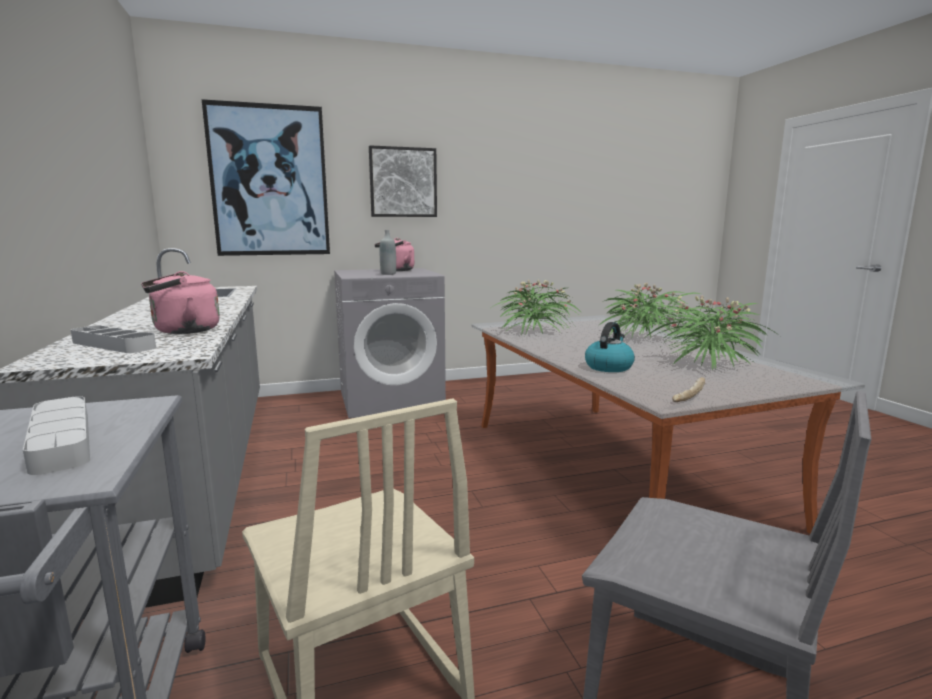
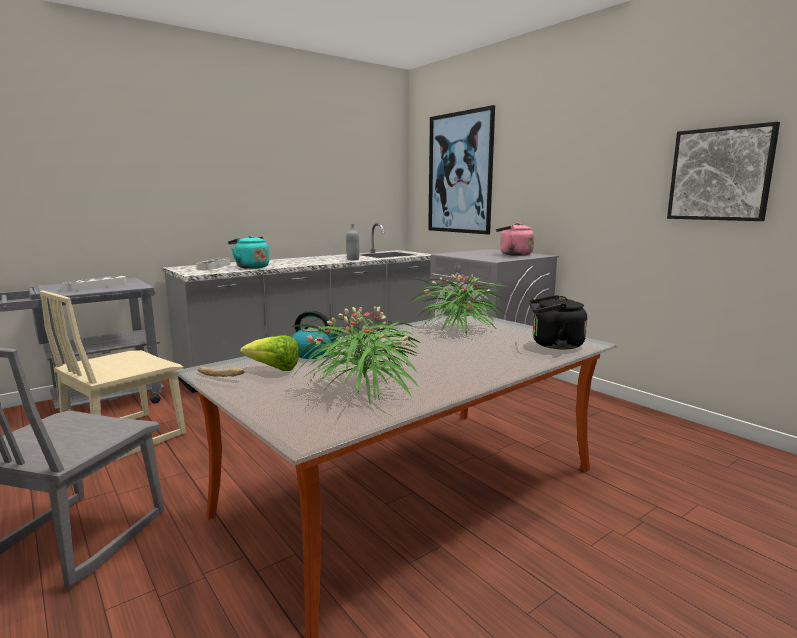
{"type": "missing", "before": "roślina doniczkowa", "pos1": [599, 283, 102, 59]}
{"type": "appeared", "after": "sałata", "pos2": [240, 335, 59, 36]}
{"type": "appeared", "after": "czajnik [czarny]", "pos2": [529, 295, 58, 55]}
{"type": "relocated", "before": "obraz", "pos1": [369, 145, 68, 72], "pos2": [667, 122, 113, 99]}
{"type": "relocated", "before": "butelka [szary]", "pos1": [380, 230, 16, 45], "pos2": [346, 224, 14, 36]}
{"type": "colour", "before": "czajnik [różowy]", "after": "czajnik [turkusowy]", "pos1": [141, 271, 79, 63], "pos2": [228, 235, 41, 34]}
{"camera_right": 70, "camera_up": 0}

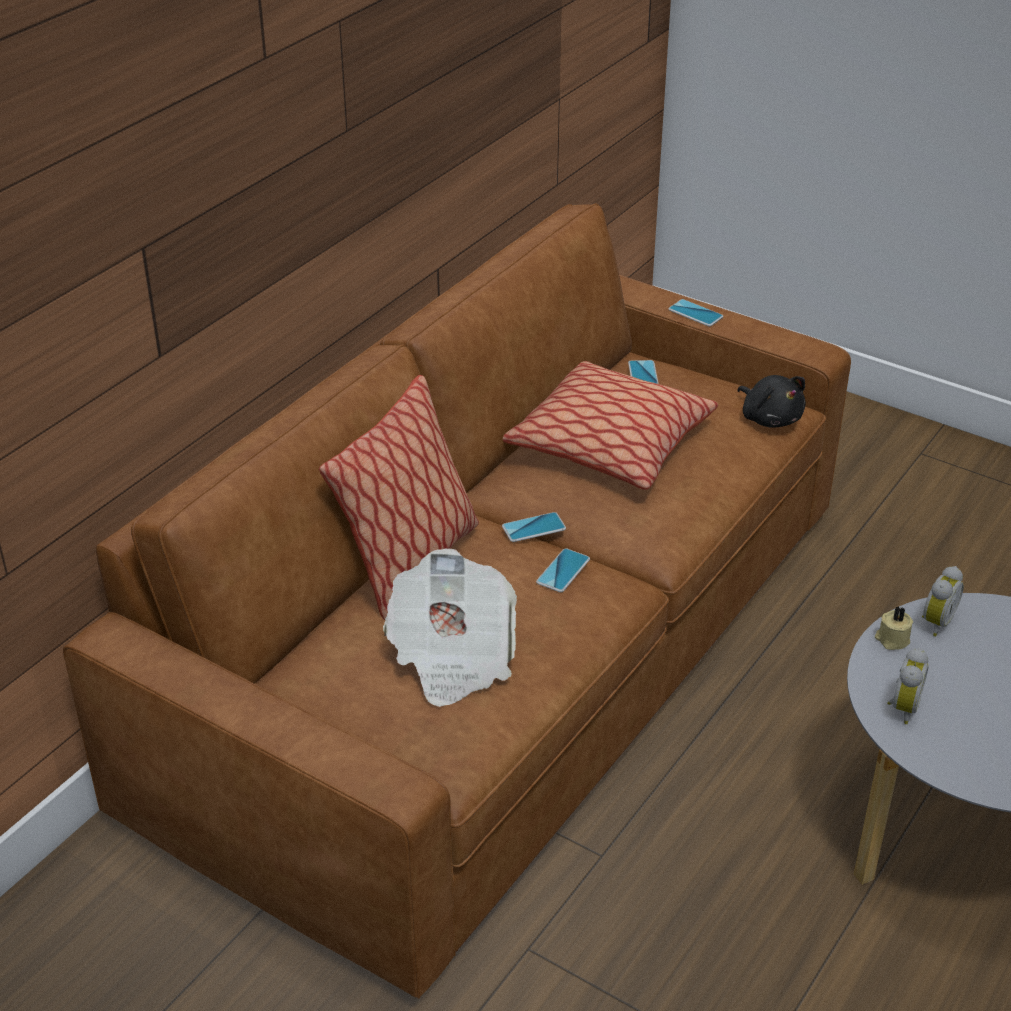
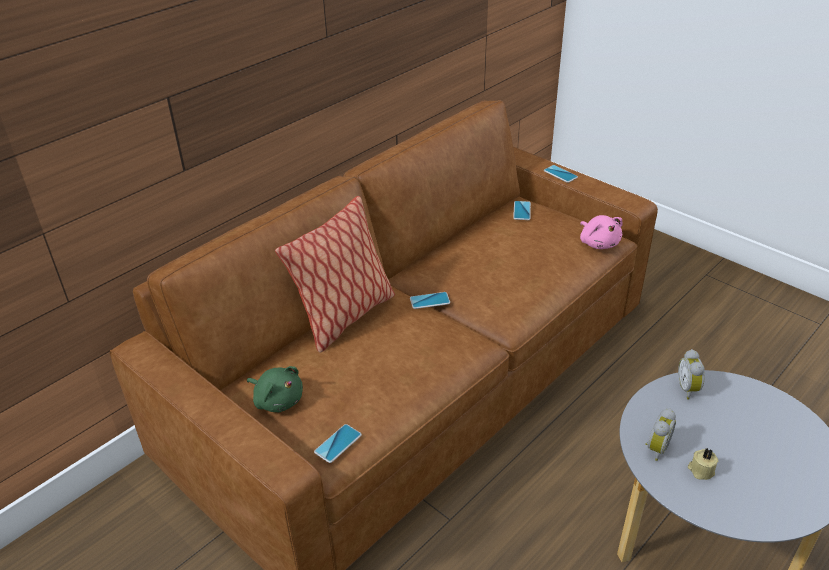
{"type": "missing", "before": "gazeta", "pos1": [383, 549, 134, 158]}
{"type": "missing", "before": "poduszka", "pos1": [503, 361, 215, 129]}
{"type": "appeared", "after": "pluszak [zielony]", "pos2": [247, 366, 56, 46]}
{"type": "relocated", "before": "telefon", "pos1": [536, 548, 54, 44], "pos2": [314, 424, 48, 39]}
{"type": "relocated", "before": "świeca [beżowy]", "pos1": [875, 607, 38, 43], "pos2": [688, 448, 30, 32]}
{"type": "colour", "before": "pluszak [czarny]", "after": "pluszak [różowy]", "pos1": [737, 375, 69, 53], "pos2": [580, 215, 43, 34]}
{"type": "spun", "before": "budzik", "pos1": [922, 566, 42, 70], "pos2": [678, 349, 27, 50], "turn": 135}
{"camera_right": 10, "camera_up": 0}

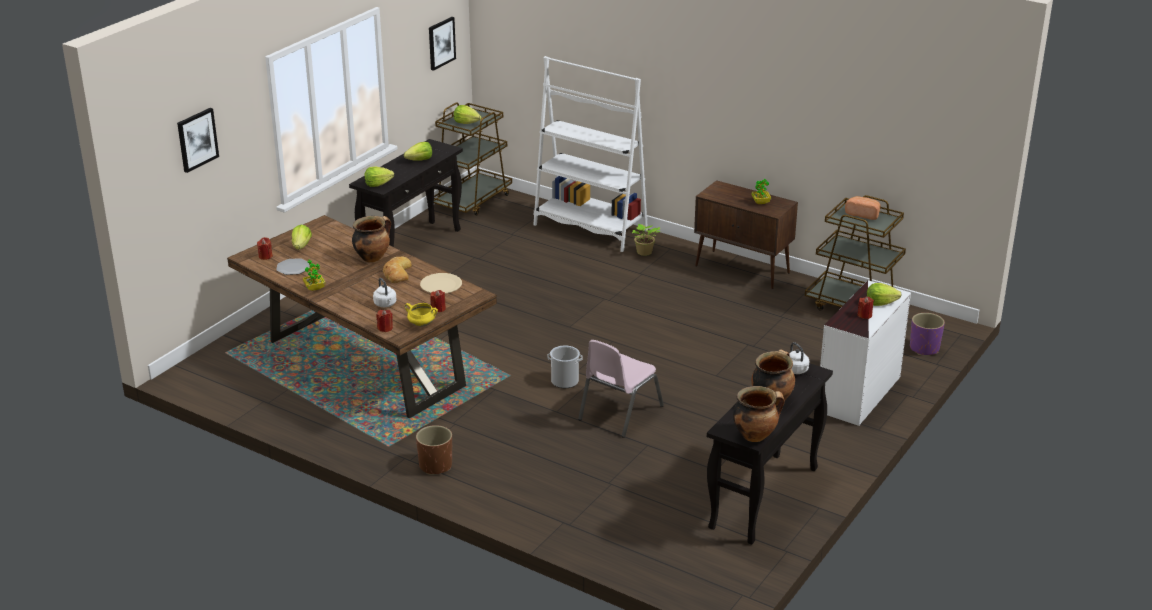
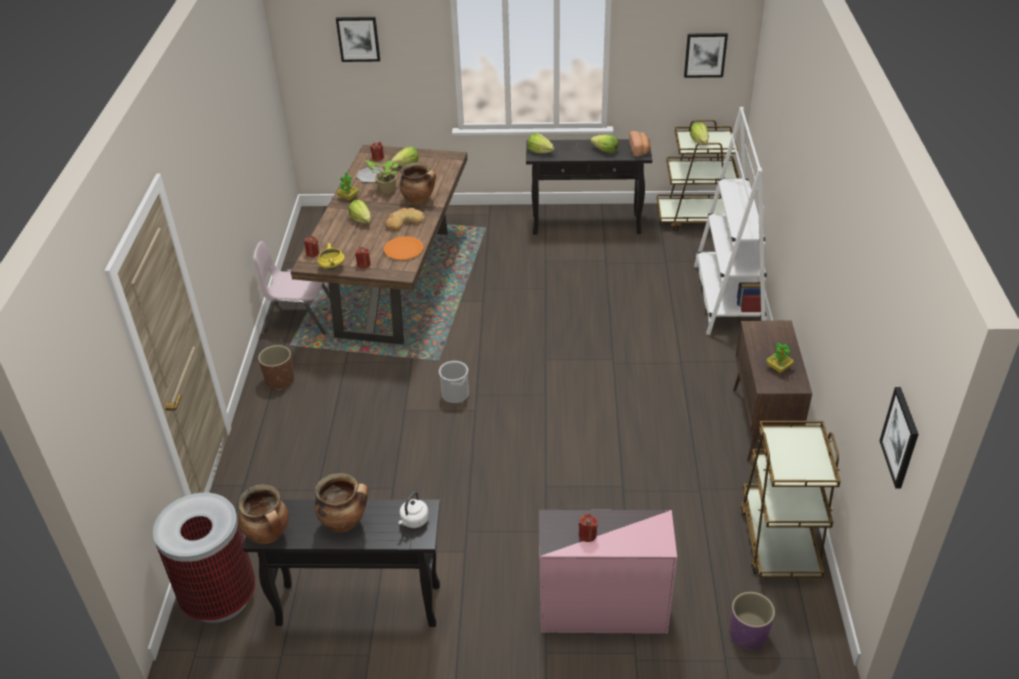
{"type": "missing", "before": "czajnik [biały]", "pos1": [373, 278, 23, 29]}
{"type": "appeared", "after": "kosz na śmieci", "pos2": [153, 493, 103, 130]}
{"type": "appeared", "after": "obraz", "pos2": [880, 387, 38, 101]}
{"type": "relocated", "before": "krzesło [różowy]", "pos1": [578, 340, 86, 98], "pos2": [253, 241, 77, 94]}
{"type": "relocated", "before": "roślina doniczkowa", "pos1": [632, 224, 28, 32], "pos2": [365, 160, 33, 34]}
{"type": "relocated", "before": "chleb", "pos1": [845, 196, 35, 24], "pos2": [629, 131, 21, 26]}
{"type": "relocated", "before": "sałata", "pos1": [867, 283, 34, 23], "pos2": [348, 199, 23, 24]}
{"type": "colour", "before": "talerz [beżowy]", "after": "talerz [pomarańczowy]", "pos1": [420, 273, 42, 21], "pos2": [384, 236, 39, 24]}
{"type": "colour", "before": "komoda [biały]", "after": "komoda [różowy]", "pos1": [820, 280, 91, 146], "pos2": [540, 510, 137, 124]}
{"camera_right": 60, "camera_up": 10}

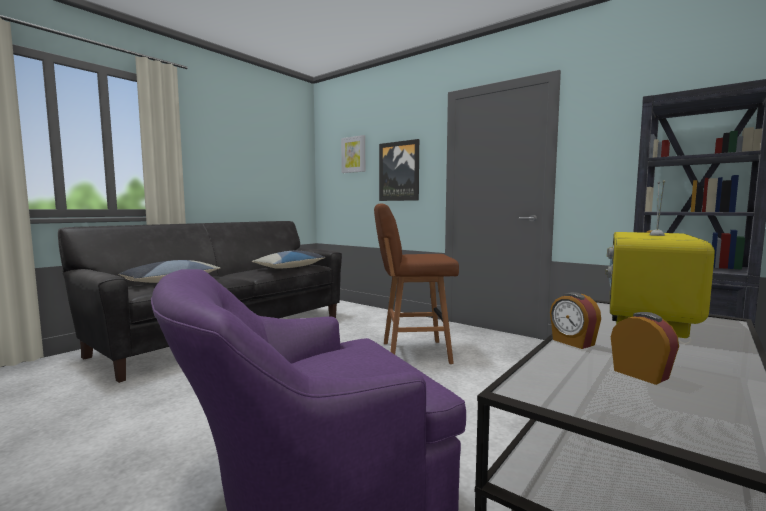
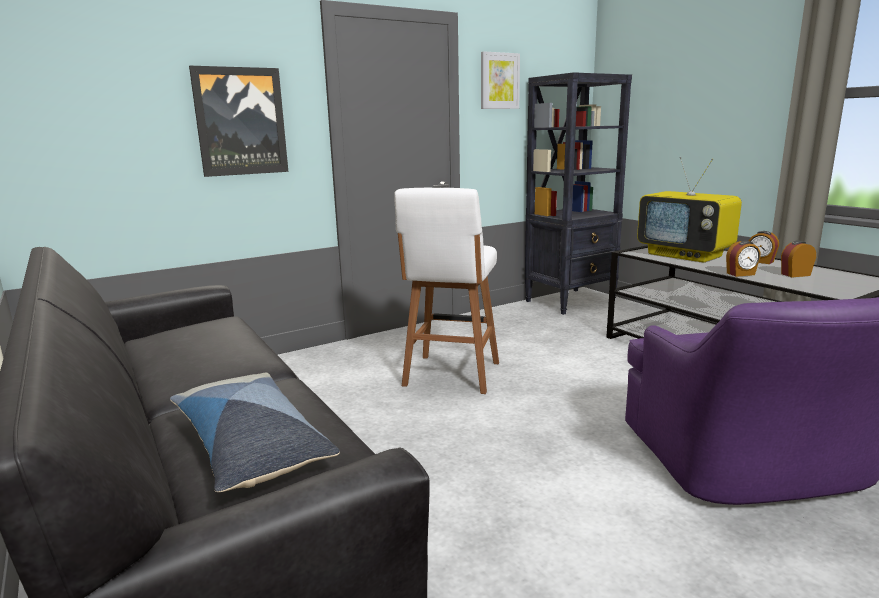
{"type": "missing", "before": "poduszka", "pos1": [252, 251, 73, 18]}
{"type": "appeared", "after": "budzik", "pos2": [749, 231, 30, 33]}
{"type": "relocated", "before": "obraz", "pos1": [341, 135, 24, 38], "pos2": [481, 51, 39, 58]}
{"type": "colour", "before": "stołek [brązowy]", "after": "stołek [biały]", "pos1": [374, 203, 85, 161], "pos2": [394, 188, 105, 206]}
{"camera_right": -70, "camera_up": 10}

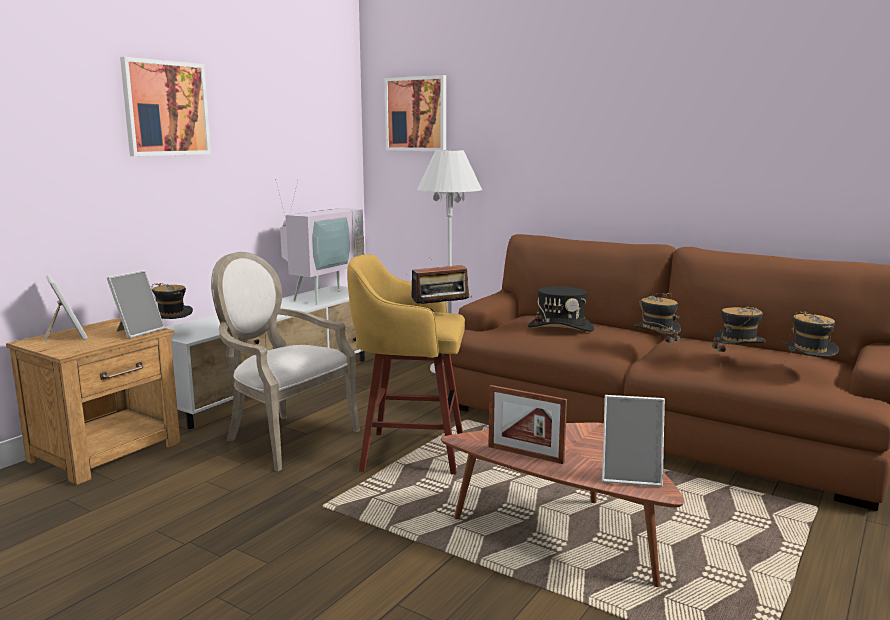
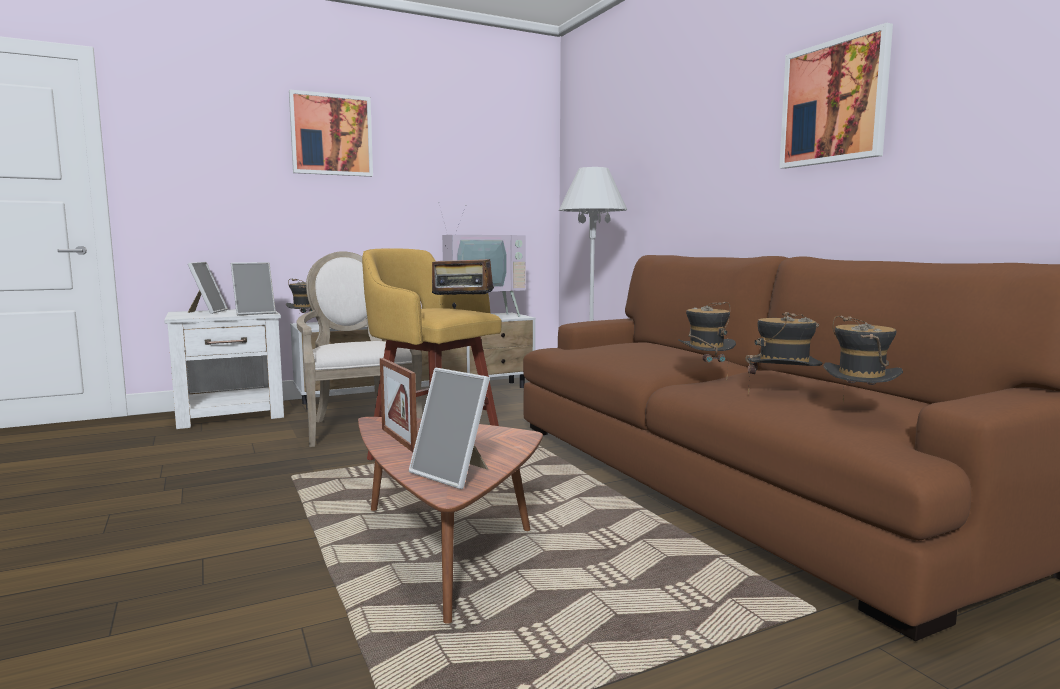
{"type": "missing", "before": "kapelusz [czarny]", "pos1": [528, 286, 66, 46]}
{"type": "relocated", "before": "obraz", "pos1": [384, 75, 62, 76], "pos2": [779, 23, 114, 146]}
{"type": "colour", "before": "szafka nocna [brązowy]", "after": "szafka nocna [biały]", "pos1": [6, 318, 174, 167], "pos2": [164, 309, 120, 120]}
{"camera_right": 30, "camera_up": -5}

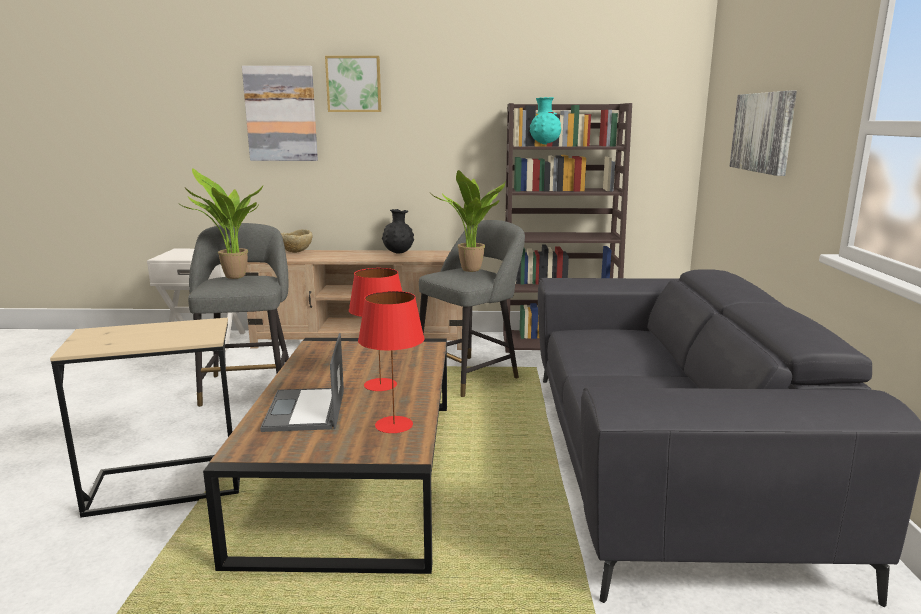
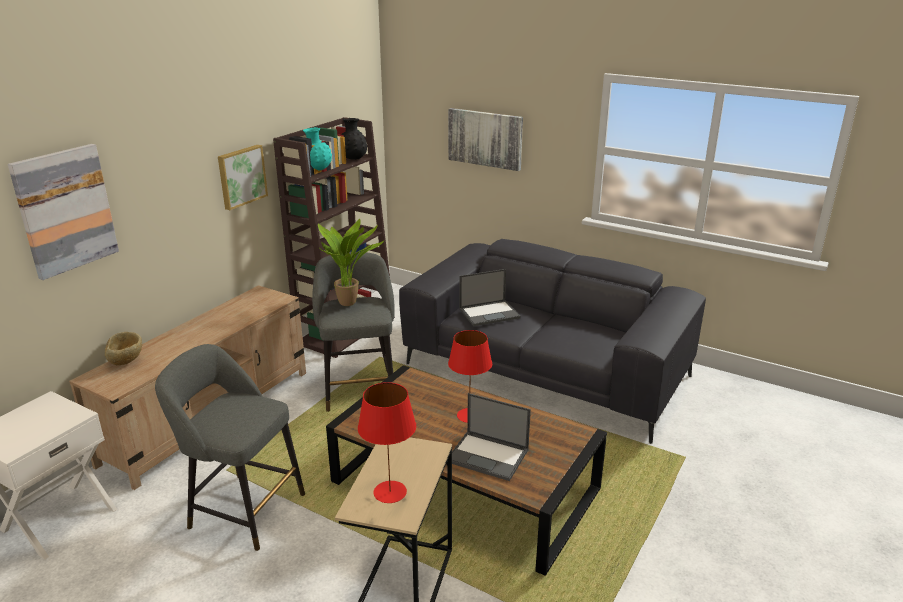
{"type": "missing", "before": "roślina doniczkowa", "pos1": [177, 168, 86, 111]}
{"type": "appeared", "after": "laptop", "pos2": [459, 269, 62, 57]}
{"type": "relocated", "before": "obraz", "pos1": [325, 56, 56, 56], "pos2": [218, 145, 50, 65]}
{"type": "relocated", "before": "lampa stołowa [czerwony]", "pos1": [358, 291, 67, 142], "pos2": [358, 382, 58, 121]}
{"type": "relocated", "before": "wazon [czarny]", "pos1": [382, 209, 32, 45], "pos2": [342, 118, 25, 42]}
{"camera_right": -60, "camera_up": 10}

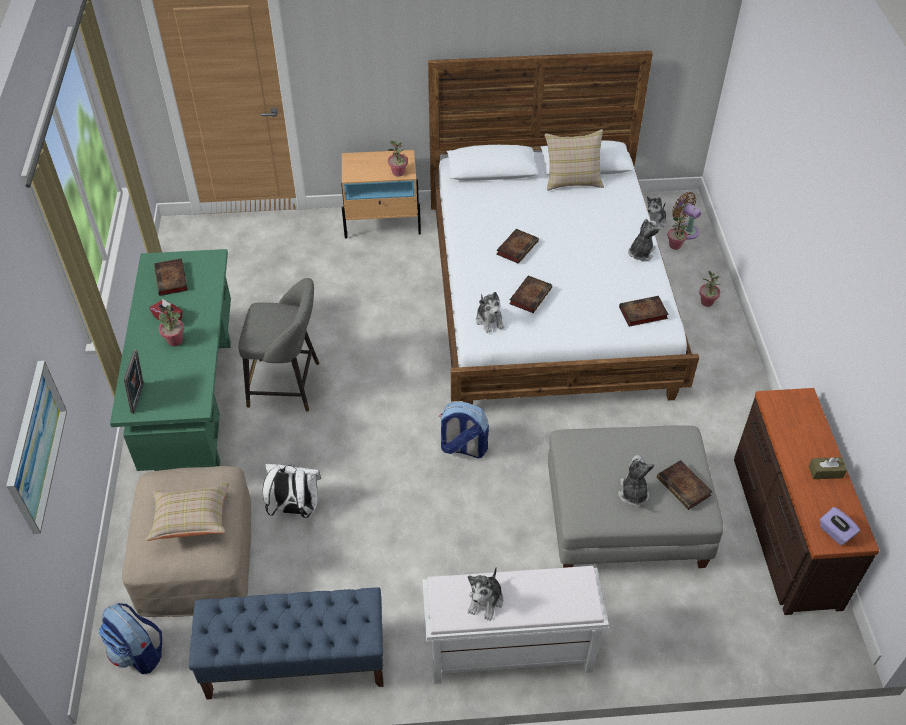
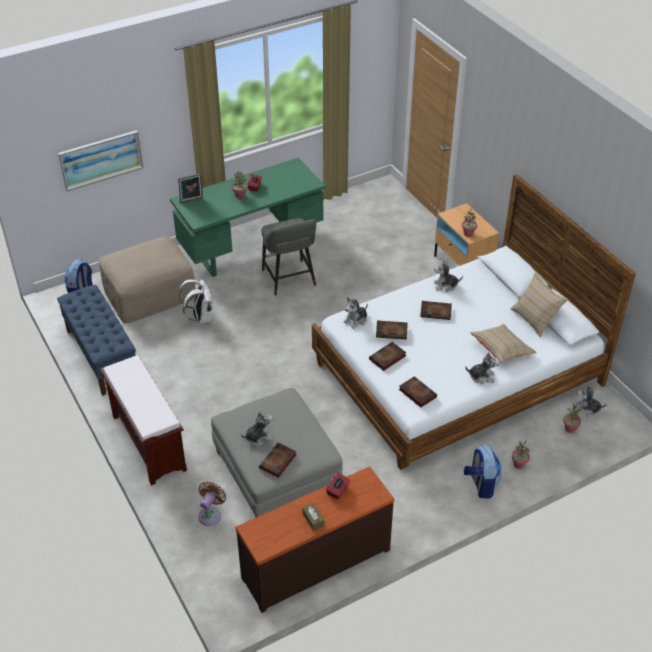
{"type": "missing", "before": "pudełko chusteczek [fioletowy]", "pos1": [820, 507, 40, 38]}
{"type": "appeared", "after": "pudełko chusteczek [czerwony]", "pos2": [326, 472, 24, 27]}
{"type": "relocated", "before": "poduszka [beżowy]", "pos1": [146, 482, 83, 59], "pos2": [470, 324, 67, 38]}
{"type": "relocated", "before": "książka", "pos1": [154, 258, 34, 38], "pos2": [369, 342, 37, 29]}
{"type": "relocated", "before": "plecak", "pos1": [439, 402, 50, 56], "pos2": [464, 445, 38, 54]}
{"type": "relocated", "before": "pluszak", "pos1": [468, 567, 35, 54], "pos2": [434, 259, 29, 33]}
{"type": "relocated", "before": "wentylator [brązowy]", "pos1": [672, 192, 29, 48], "pos2": [199, 481, 27, 45]}
{"type": "colour", "before": "ławka [biały]", "after": "ławka [brązowy]", "pos1": [423, 566, 186, 118], "pos2": [101, 355, 86, 131]}
{"camera_right": 65, "camera_up": -5}

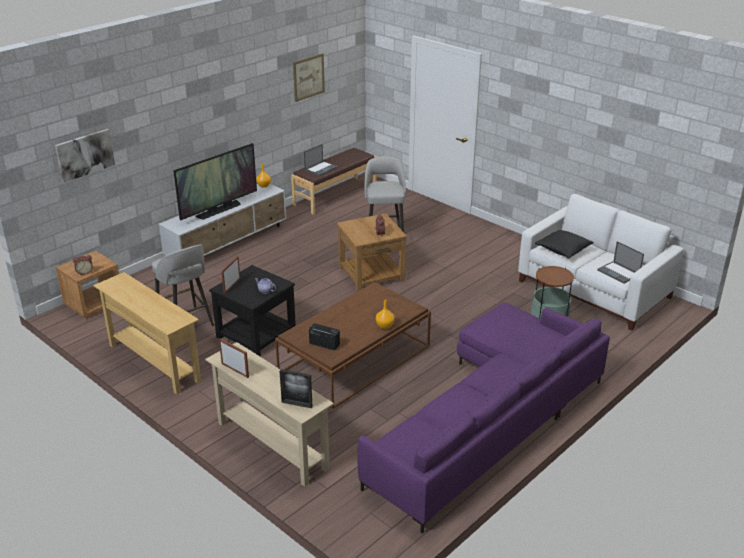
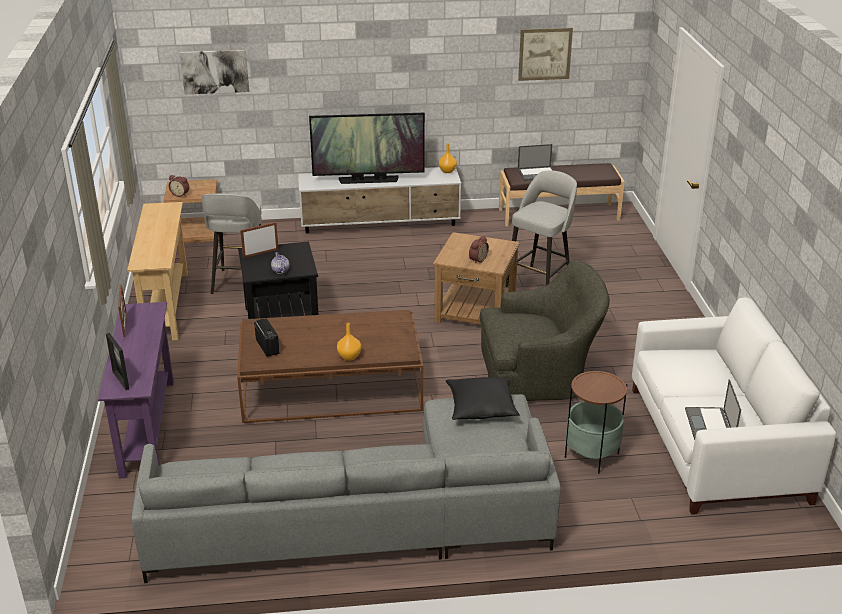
{"type": "appeared", "after": "fotel [zielony]", "pos2": [480, 260, 130, 141]}
{"type": "relocated", "before": "poduszka [czarny]", "pos1": [535, 230, 59, 28], "pos2": [446, 377, 74, 43]}
{"type": "colour", "before": "stolik konsolowy [beżowy]", "after": "stolik konsolowy [fioletowy]", "pos1": [205, 342, 129, 145], "pos2": [98, 302, 76, 177]}
{"type": "colour", "before": "kanapa [fioletowy]", "after": "kanapa [szary]", "pos1": [357, 302, 253, 232], "pos2": [131, 394, 429, 189]}
{"camera_right": 40, "camera_up": 0}

